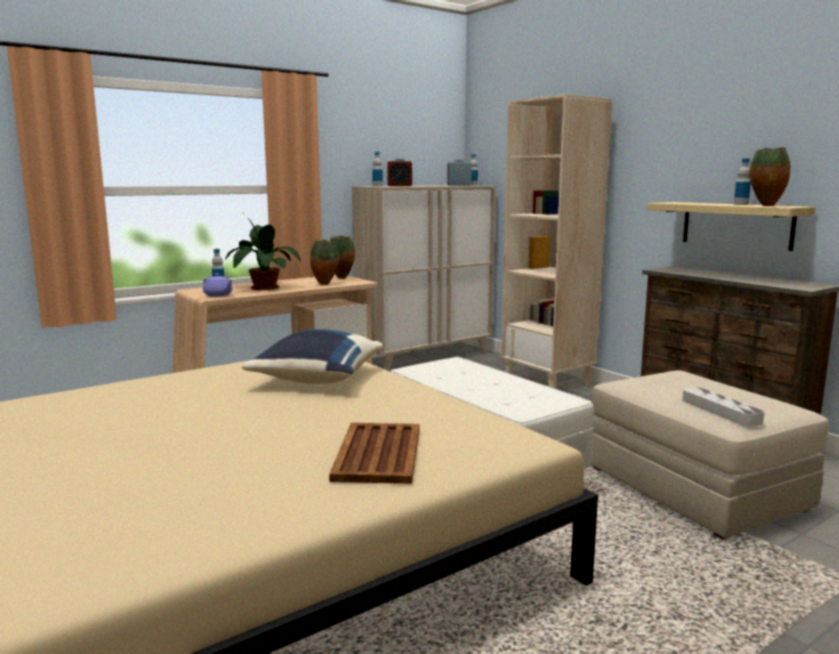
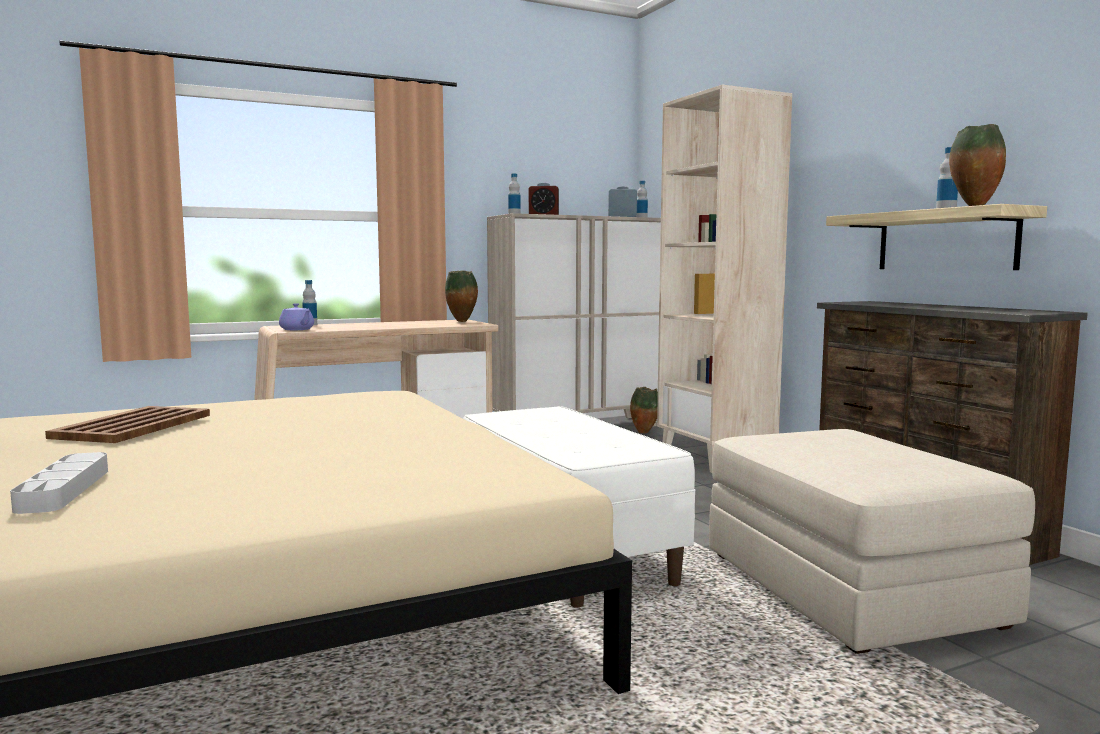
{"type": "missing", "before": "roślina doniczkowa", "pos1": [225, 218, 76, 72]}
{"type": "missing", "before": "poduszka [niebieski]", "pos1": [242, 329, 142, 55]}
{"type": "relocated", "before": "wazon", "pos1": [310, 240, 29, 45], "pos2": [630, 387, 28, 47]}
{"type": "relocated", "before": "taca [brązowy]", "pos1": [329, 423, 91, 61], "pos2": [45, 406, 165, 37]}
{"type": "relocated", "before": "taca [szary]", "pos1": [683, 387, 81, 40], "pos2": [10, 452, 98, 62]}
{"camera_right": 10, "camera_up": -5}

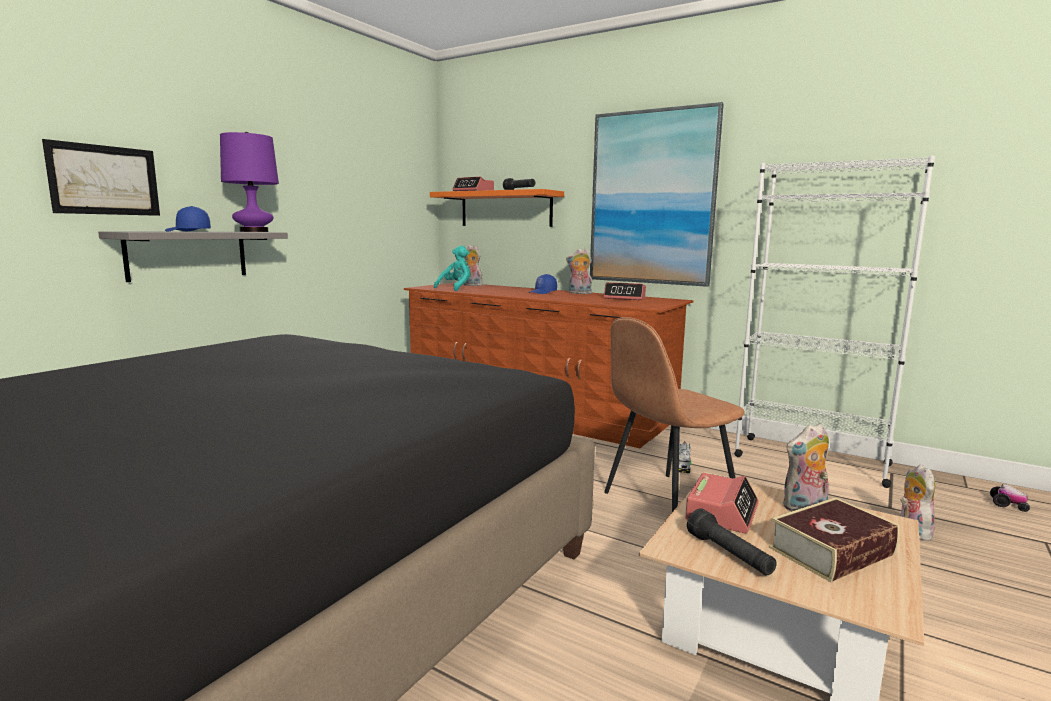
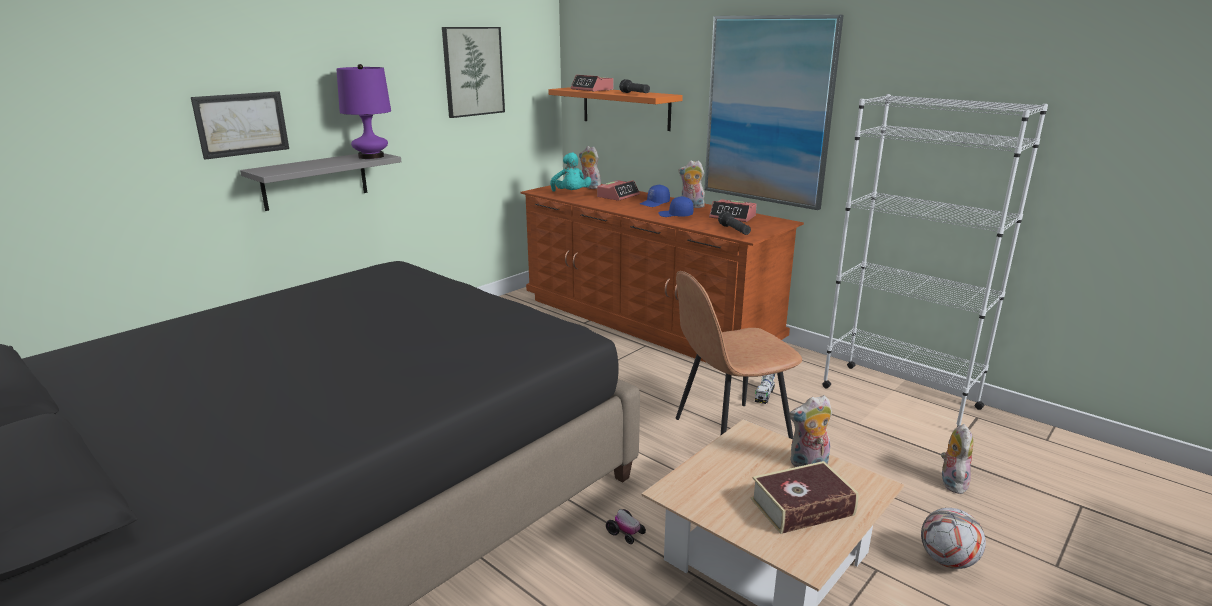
{"type": "appeared", "after": "obraz", "pos2": [442, 27, 63, 91]}
{"type": "appeared", "after": "piłka futbolowa", "pos2": [921, 508, 65, 61]}
{"type": "relocated", "before": "czapka z daszkiem [niebieski]", "pos1": [165, 206, 46, 25], "pos2": [658, 196, 36, 21]}
{"type": "relocated", "before": "budzik", "pos1": [685, 473, 73, 60], "pos2": [597, 180, 43, 21]}
{"type": "relocated", "before": "latarka [czarny]", "pos1": [687, 508, 90, 67], "pos2": [718, 211, 33, 24]}
{"type": "relocated", "before": "samochodzik", "pos1": [990, 484, 40, 28], "pos2": [606, 509, 40, 35]}
{"type": "spun", "before": "pluszak [turkusowy]", "pos1": [434, 246, 37, 45], "pos2": [550, 152, 41, 40], "turn": 120}
{"camera_right": 10, "camera_up": 10}

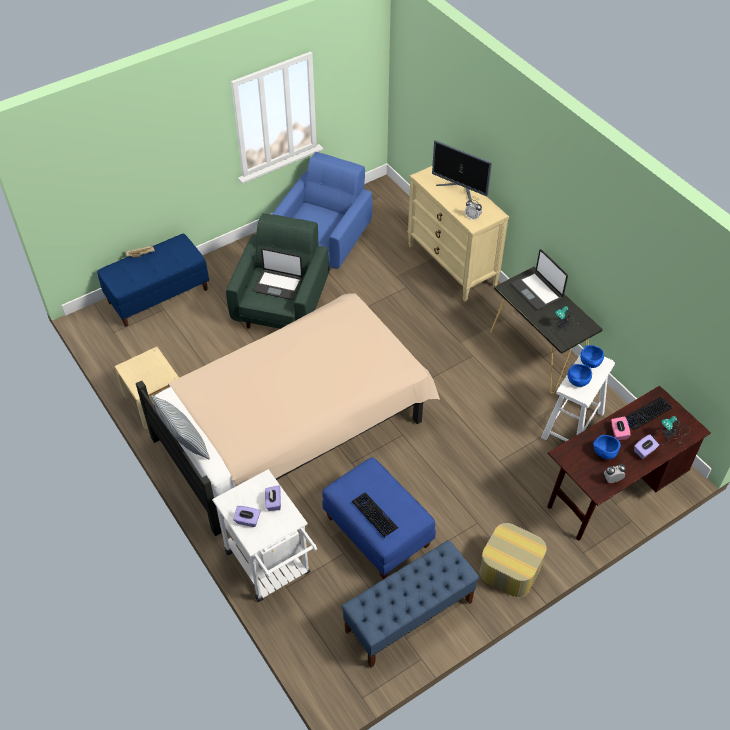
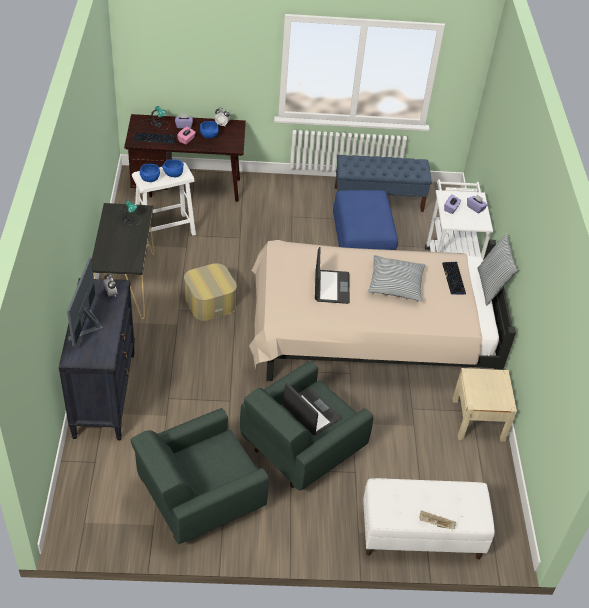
{"type": "appeared", "after": "poduszka", "pos2": [368, 255, 57, 47]}
{"type": "relocated", "before": "klawiatura", "pos1": [352, 493, 46, 45], "pos2": [442, 262, 24, 33]}
{"type": "relocated", "before": "pufa", "pos1": [480, 523, 67, 74], "pos2": [184, 263, 53, 58]}
{"type": "relocated", "before": "laptop", "pos1": [511, 249, 57, 61], "pos2": [315, 247, 35, 57]}
{"type": "colour", "before": "ławka [niebieski]", "after": "ławka [biały]", "pos1": [97, 234, 112, 93], "pos2": [363, 478, 132, 81]}
{"type": "colour", "before": "fotel [niebieski]", "after": "fotel [zielony]", "pos1": [272, 152, 100, 118], "pos2": [131, 408, 138, 136]}
{"type": "colour", "before": "komoda [beżowy]", "after": "komoda [czarny]", "pos1": [407, 166, 102, 136], "pos2": [59, 278, 76, 162]}
{"type": "spun", "before": "monitor", "pos1": [432, 140, 60, 61], "pos2": [67, 258, 36, 88], "turn": -150}
{"camera_right": -150, "camera_up": -5}

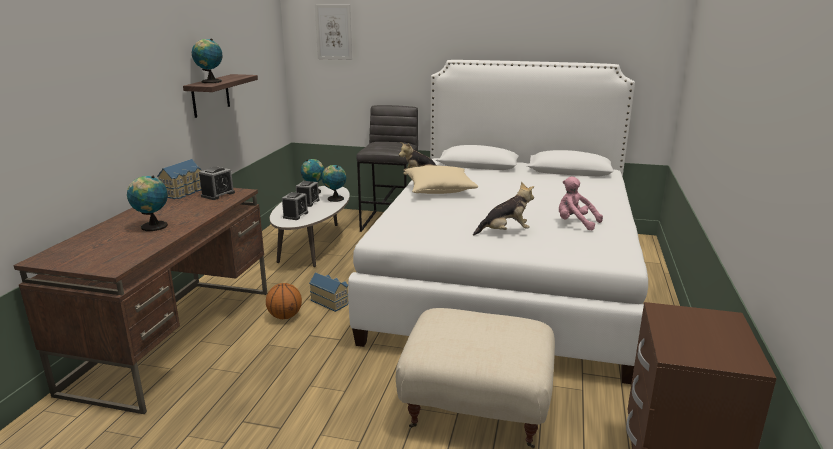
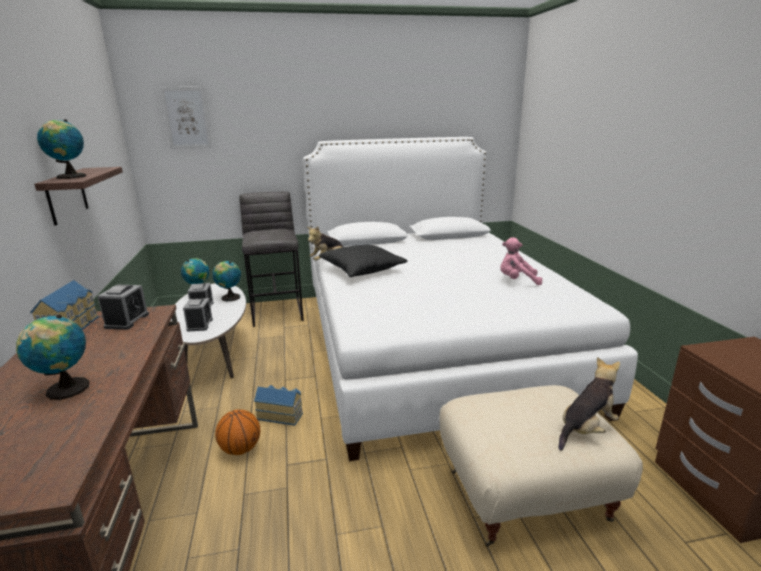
{"type": "relocated", "before": "pluszak", "pos1": [473, 182, 61, 54], "pos2": [558, 357, 62, 94]}
{"type": "colour", "before": "poduszka [beżowy]", "after": "poduszka [czarny]", "pos1": [405, 166, 73, 28], "pos2": [318, 245, 89, 32]}
{"camera_right": -25, "camera_up": 0}

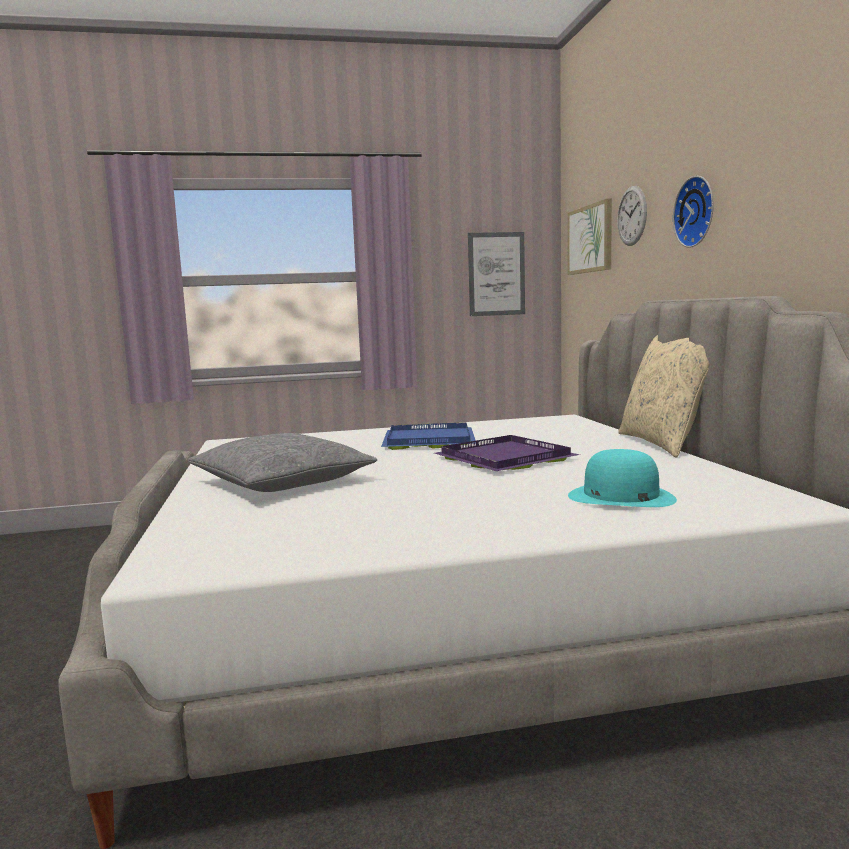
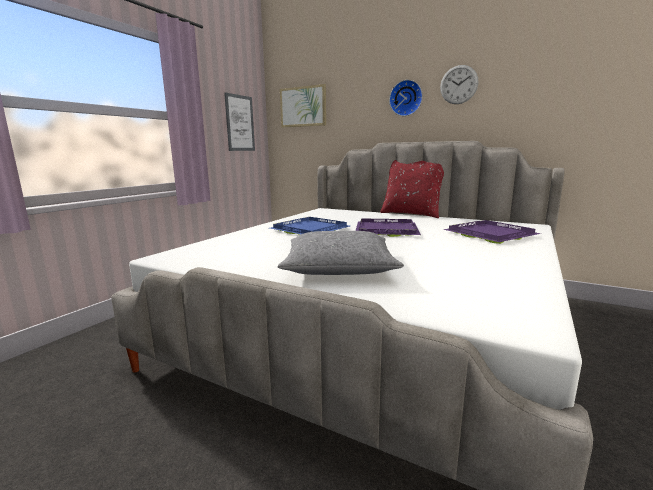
{"type": "relocated", "before": "zegar ścienny", "pos1": [617, 186, 30, 60], "pos2": [440, 65, 38, 39]}
{"type": "exchanged", "before": "kapelusz [turkusowy]", "after": "taca [fioletowy]", "pos1": [568, 449, 109, 58], "pos2": [443, 220, 98, 24]}
{"type": "colour", "before": "poduszka [beżowy]", "after": "poduszka [czerwony]", "pos1": [618, 335, 91, 123], "pos2": [380, 160, 64, 58]}
{"camera_right": -50, "camera_up": 5}

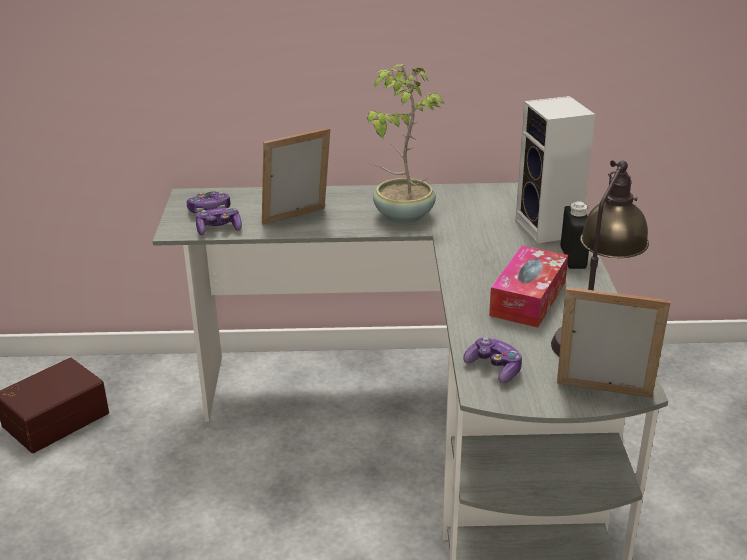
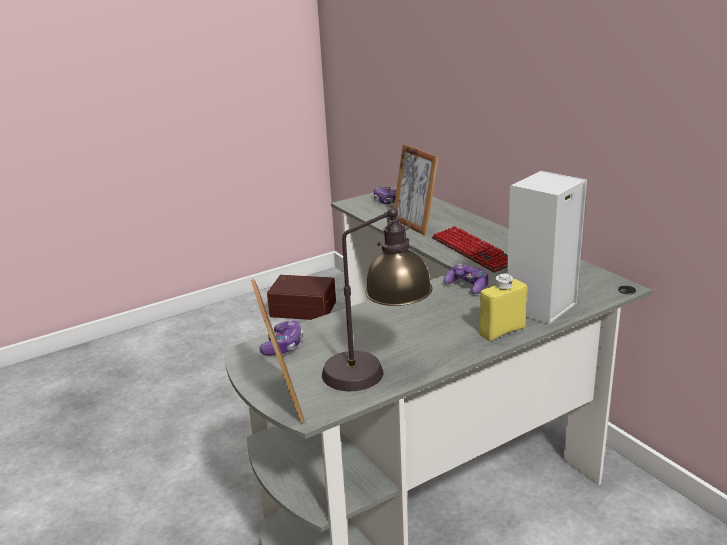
{"type": "missing", "before": "pudełko chusteczek", "pos1": [489, 246, 79, 82]}
{"type": "relocated", "before": "pad do gier", "pos1": [196, 208, 46, 27], "pos2": [444, 263, 44, 31]}
{"type": "exchanged", "before": "roślina doniczkowa", "after": "klawiatura", "pos1": [367, 64, 78, 160], "pos2": [432, 226, 76, 47]}
{"type": "colour", "before": "butelka [czarny]", "after": "butelka [żółty]", "pos1": [561, 201, 28, 68], "pos2": [480, 273, 47, 68]}
{"type": "spun", "before": "ramka na zdjęcie", "pos1": [262, 128, 68, 97], "pos2": [394, 144, 44, 92], "turn": -150}
{"camera_right": 60, "camera_up": -5}

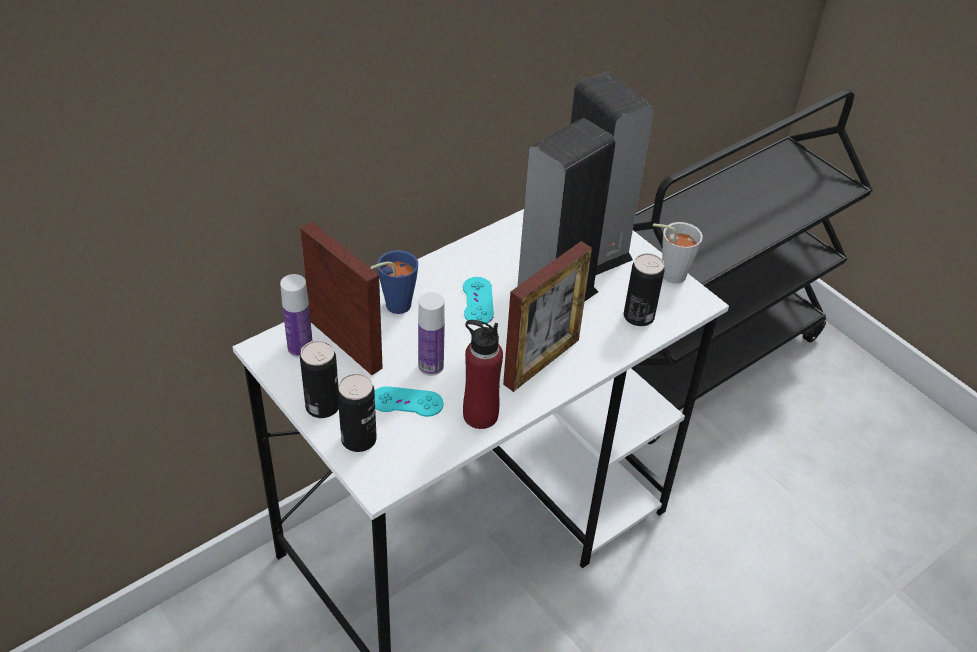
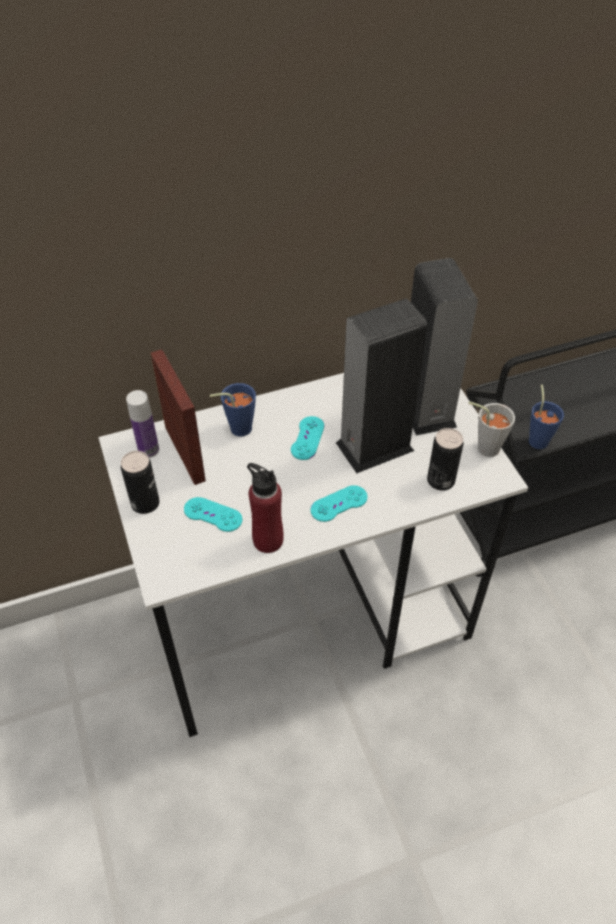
{"type": "missing", "before": "puszka", "pos1": [337, 373, 40, 79]}
{"type": "missing", "before": "butelka", "pos1": [418, 292, 27, 84]}
{"type": "appeared", "after": "filiżanka [niebieski]", "pos2": [529, 385, 35, 64]}
{"type": "exchanged", "before": "ramka na zdjęcie", "after": "pad do gier [turkusowy]", "pos1": [503, 241, 89, 151], "pos2": [311, 485, 56, 37]}
{"camera_right": 20, "camera_up": 5}

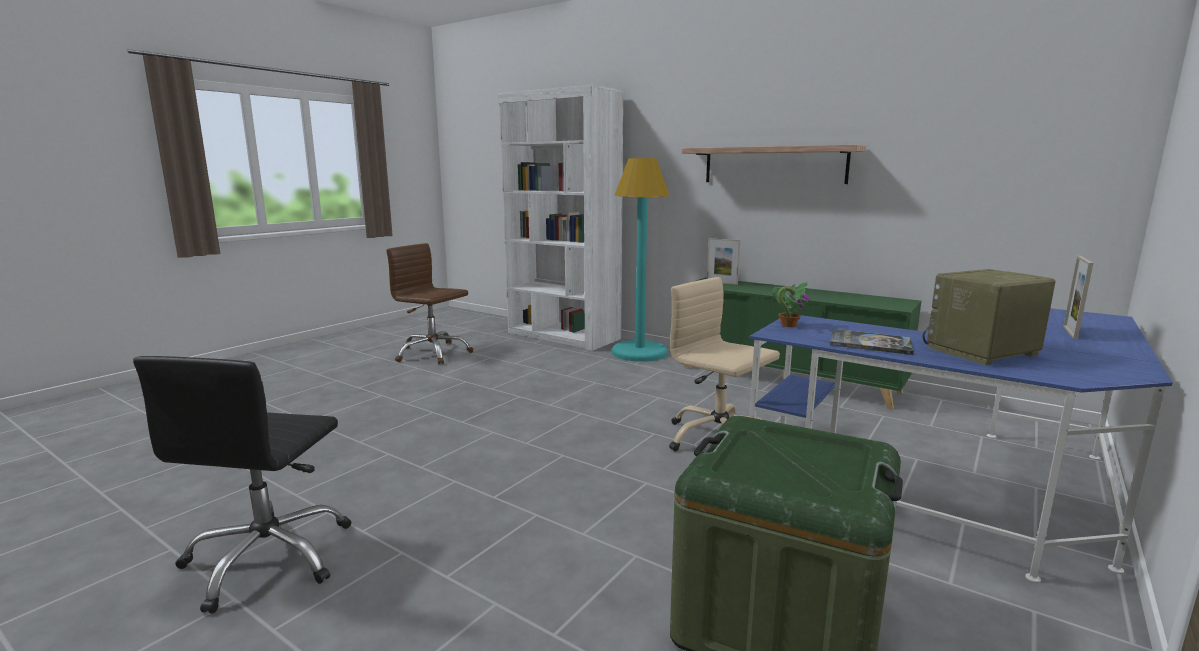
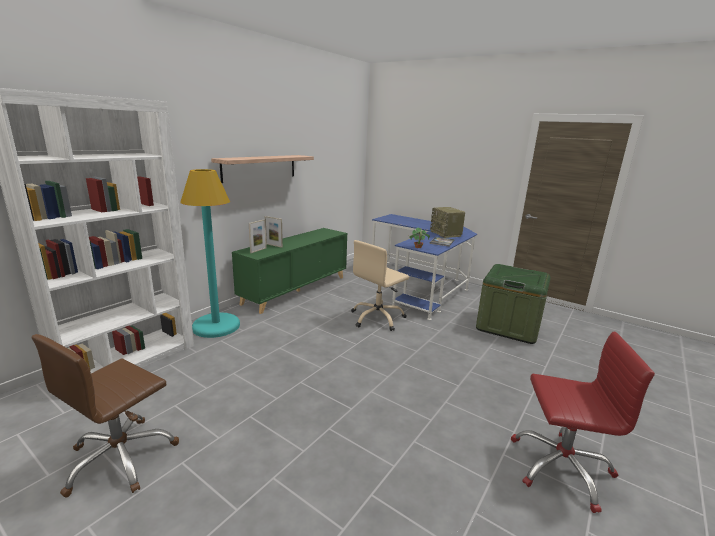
{"type": "relocated", "before": "ramka na zdjęcie", "pos1": [1063, 256, 30, 83], "pos2": [265, 216, 18, 32]}
{"type": "colour", "before": "krzesło biurowe [czarny]", "after": "krzesło biurowe [czerwony]", "pos1": [133, 356, 218, 258], "pos2": [511, 332, 144, 181]}
{"camera_right": -90, "camera_up": 5}

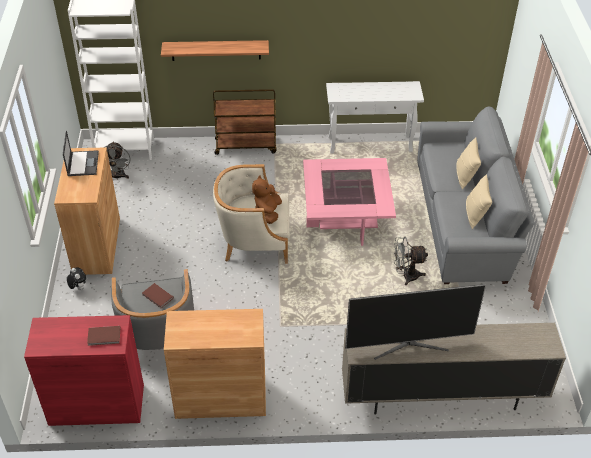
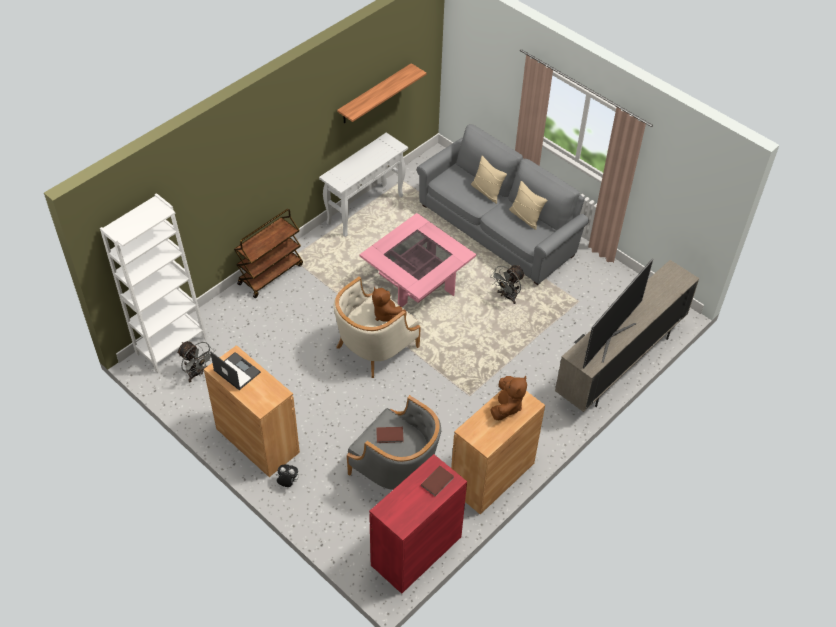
{"type": "appeared", "after": "pluszak [brązowy]", "pos2": [491, 376, 36, 44]}
{"type": "relocated", "before": "półka", "pos1": [161, 40, 108, 21], "pos2": [337, 63, 90, 60]}
{"camera_right": -45, "camera_up": 5}

